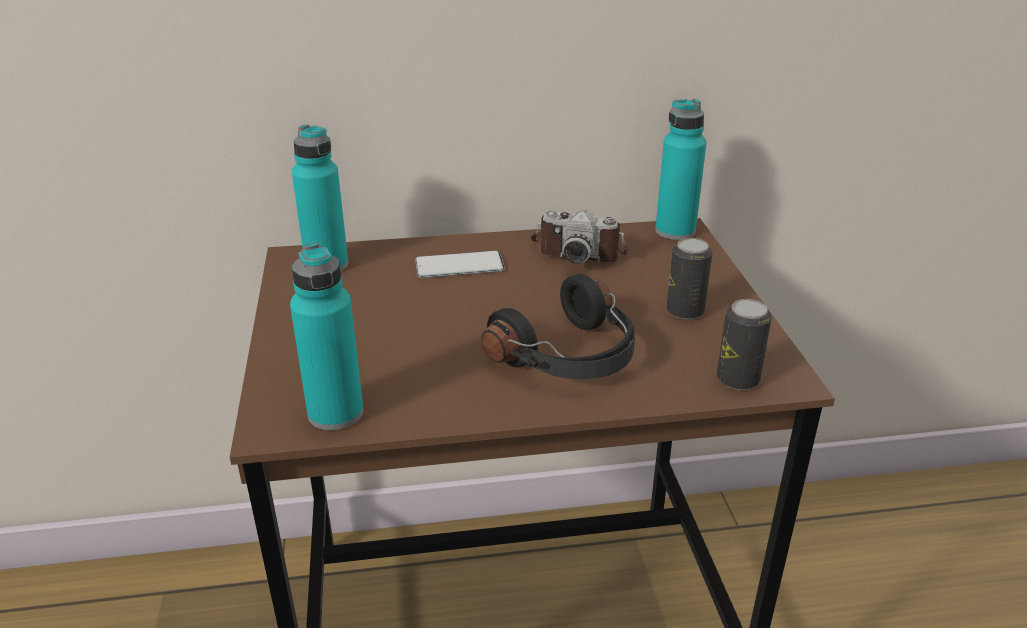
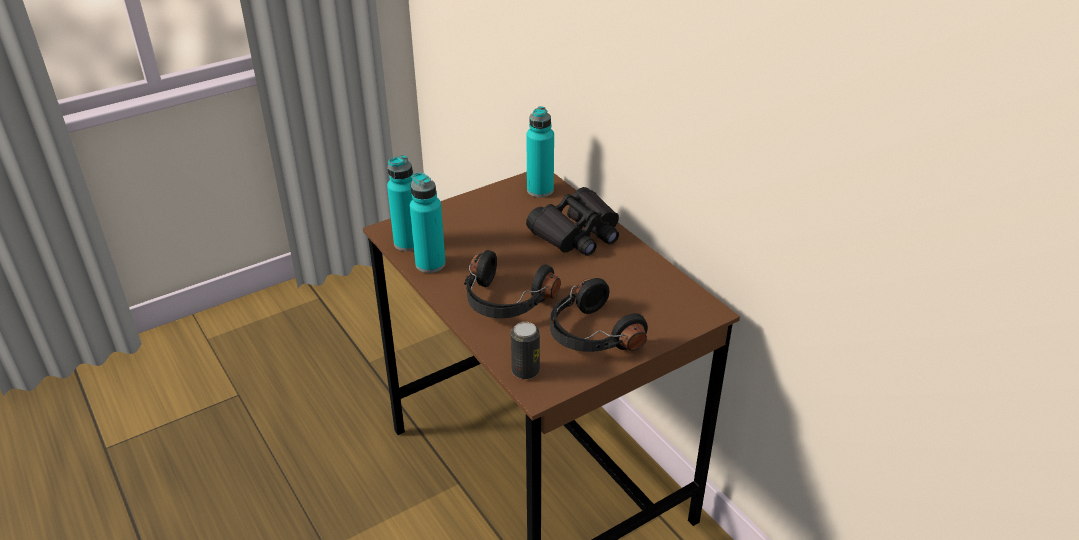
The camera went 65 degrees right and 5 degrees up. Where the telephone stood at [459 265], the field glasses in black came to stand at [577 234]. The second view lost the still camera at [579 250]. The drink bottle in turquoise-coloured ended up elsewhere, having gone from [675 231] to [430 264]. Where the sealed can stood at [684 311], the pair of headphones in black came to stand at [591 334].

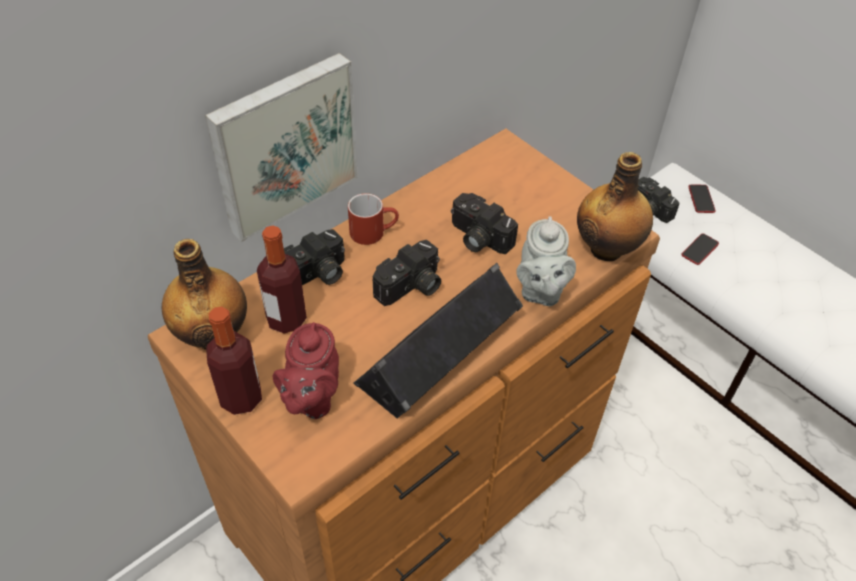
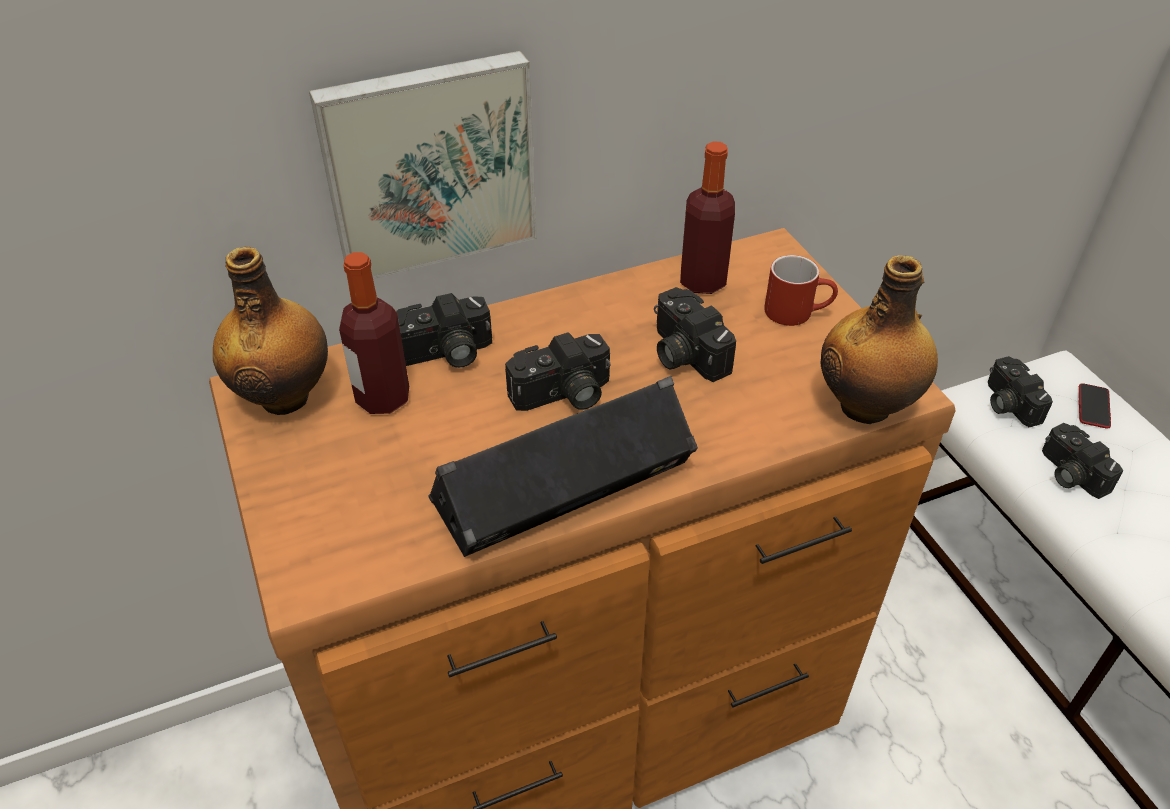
The camera went 20 degrees right and 5 degrees down. The drink bottle ended up elsewhere, having gone from [241 398] to [703 281]. The second view lost the tea pot in reddish at [311 398]. The tea mug in reddish ended up elsewhere, having gone from [373 231] to [797 311]. The second view lost the tea pot in grey at [539 290]. Where the telephone stood at [699 249], the still camera came to stand at [1069 474].

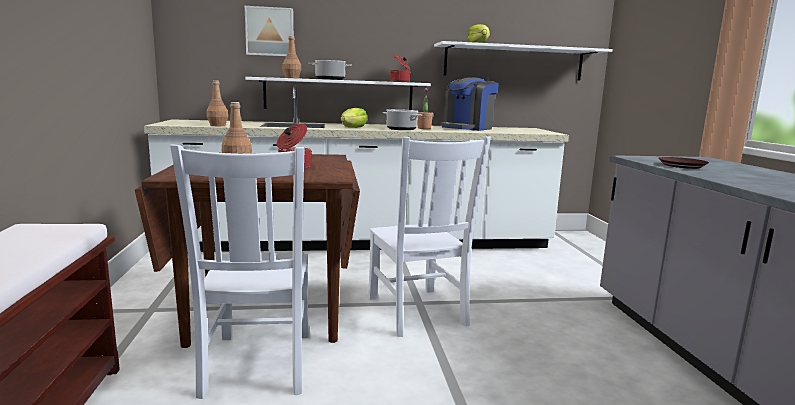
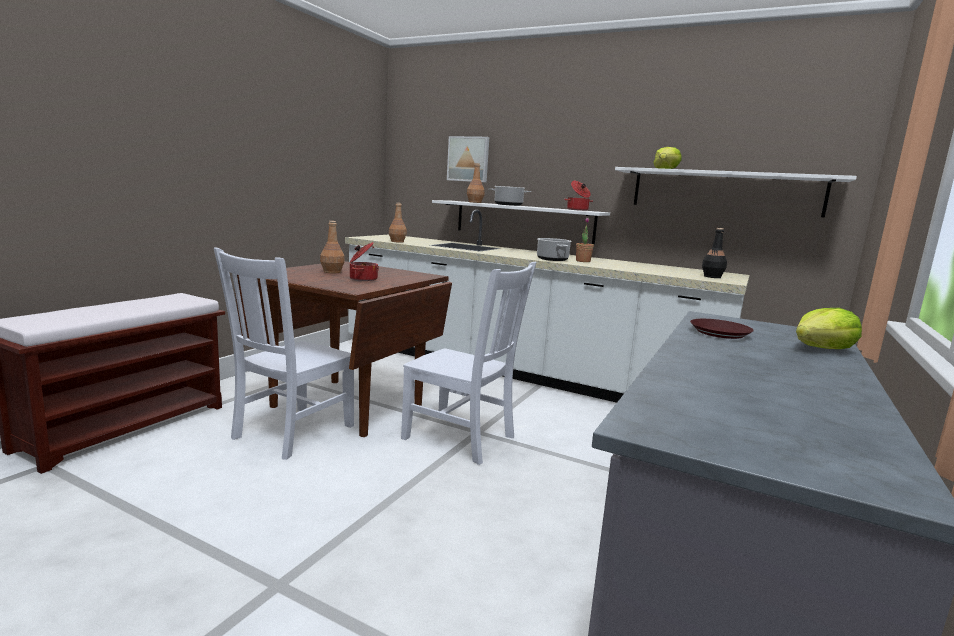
The camera went 35 degrees right and 0 degrees up. The lettuce head ended up elsewhere, having gone from [353 128] to [822 349]. The chair in white at [417 313] ended up facing another way, 75 degrees counterclockwise from before. The second view lost the coffee brewer at [467 128]. The second view gained the drink bottle in black at [712 277].

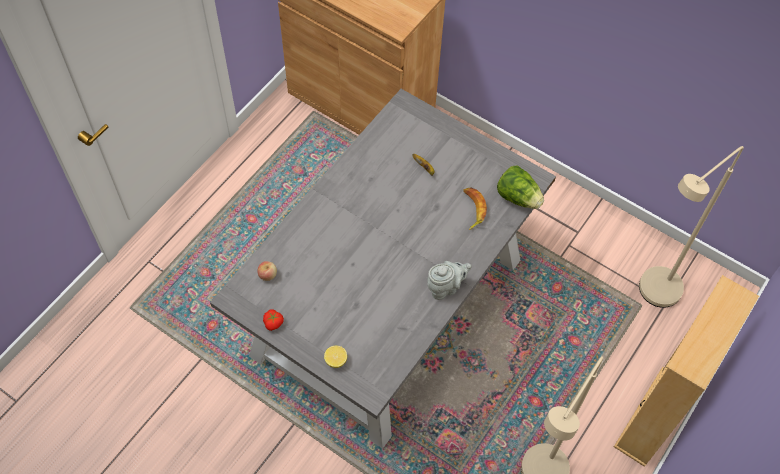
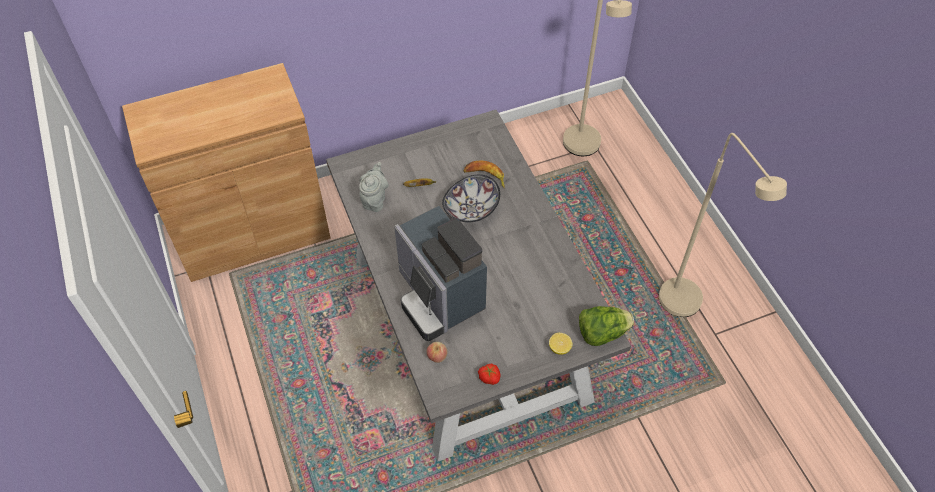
The camera went 55 degrees left and 5 degrees down. The tea pot in grey ended up elsewhere, having gone from [445 287] to [374 200]. The lettuce head ended up elsewhere, having gone from [518 197] to [602 333]. The second view lost the shelving unit in beige-coloured at [653 416]. The second view gained the coffee brewer at [439 297]. The second view gained the serving bowl at [470 209].

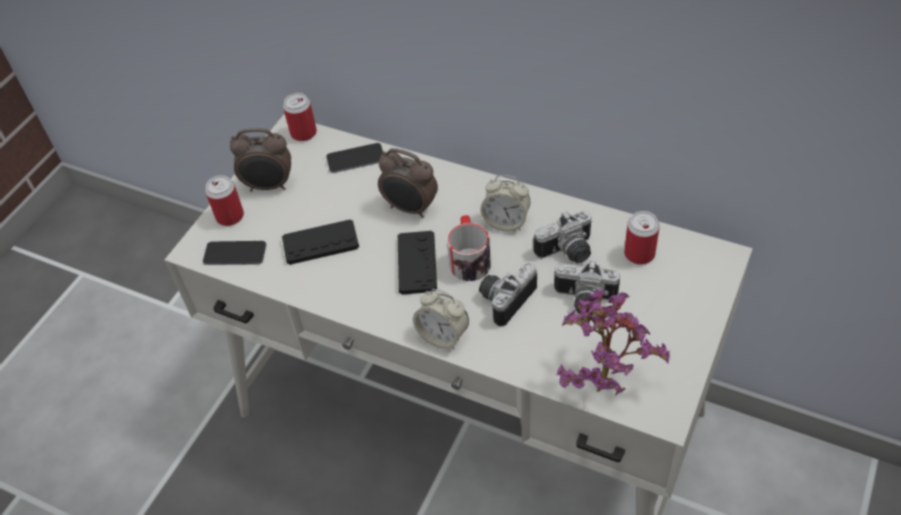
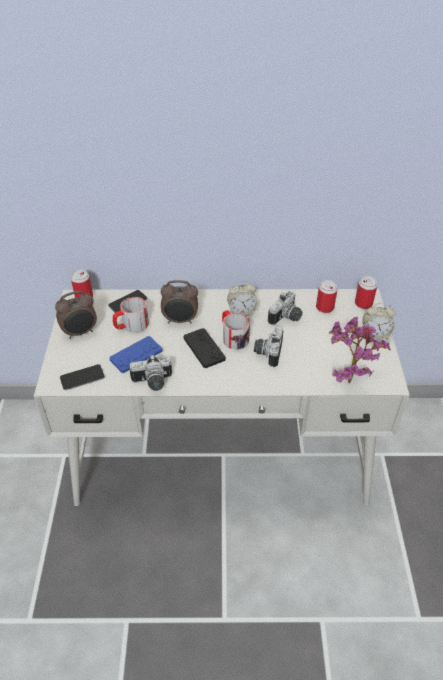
The camera went 30 degrees left and 5 degrees down. The sealed can ended up elsewhere, having gone from [230 216] to [363 303]. What was the game controller in black at [320 243] turned into the game controller in blue at [136 355]. The bedside clock ended up elsewhere, having gone from [443 336] to [375 334]. The still camera ended up elsewhere, having gone from [584 301] to [152 382]. The second view gained the tea mug at [131 325].

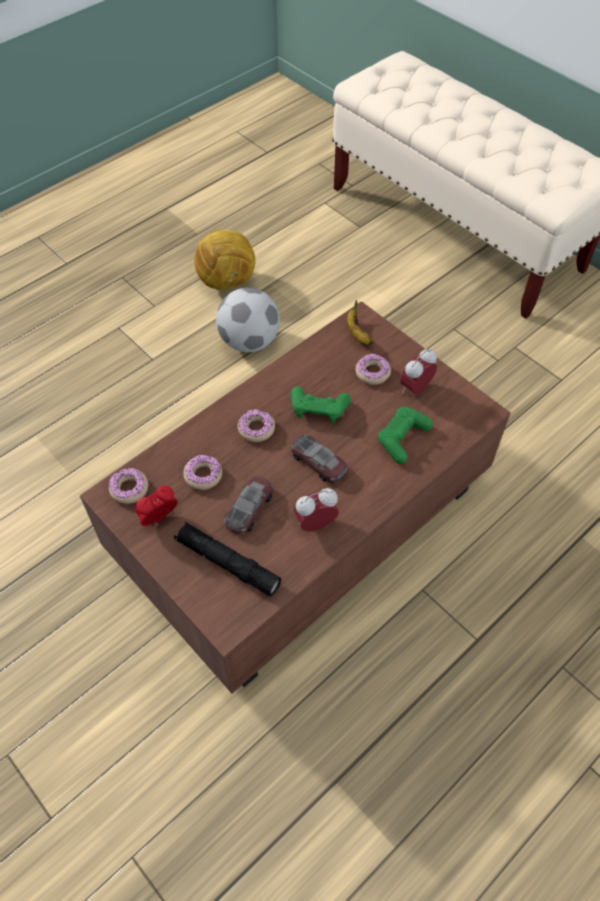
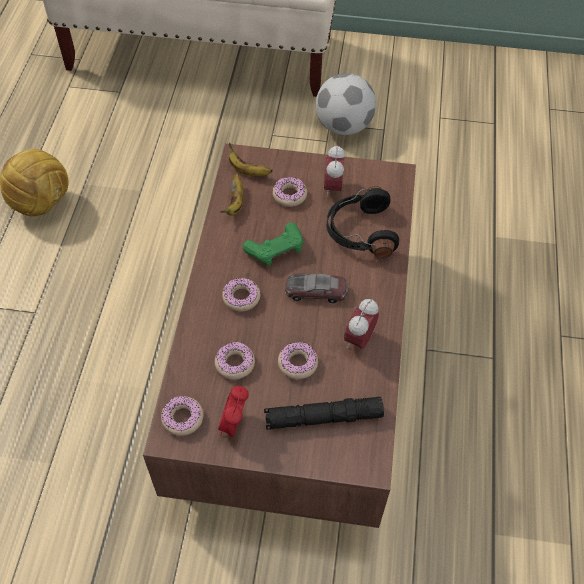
The camera went 40 degrees left and 0 degrees up. The football ended up elsewhere, having gone from [249 341] to [343 126]. Where the toy car stood at [249 508], the donut came to stand at [297 363]. Where the game controller in green-coloured stood at [402 438], the pair of headphones in black came to stand at [360 232]. The second view gained the banana at [235 203].

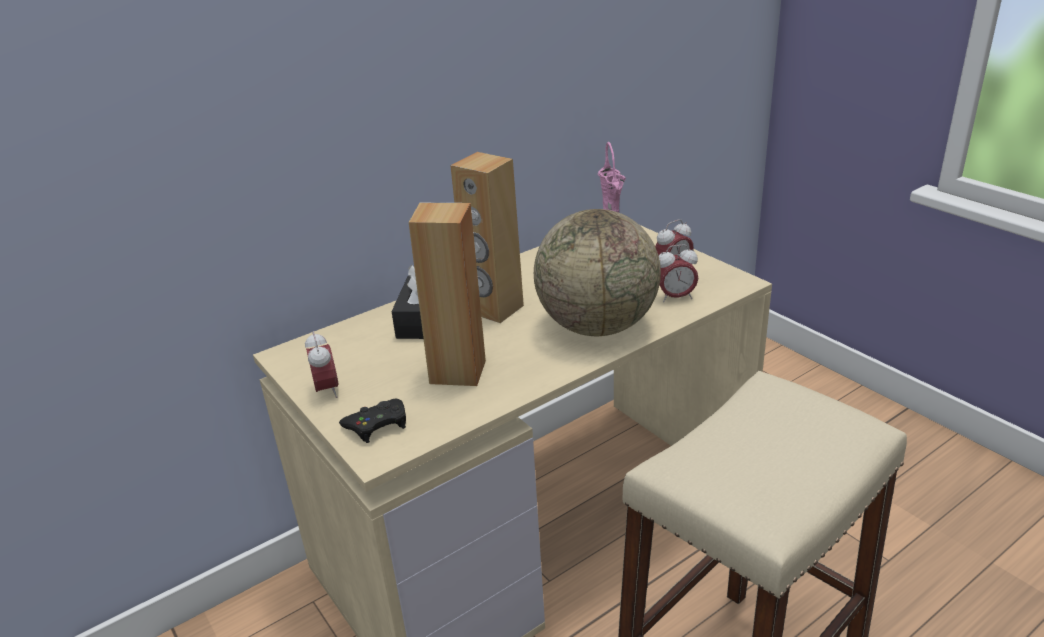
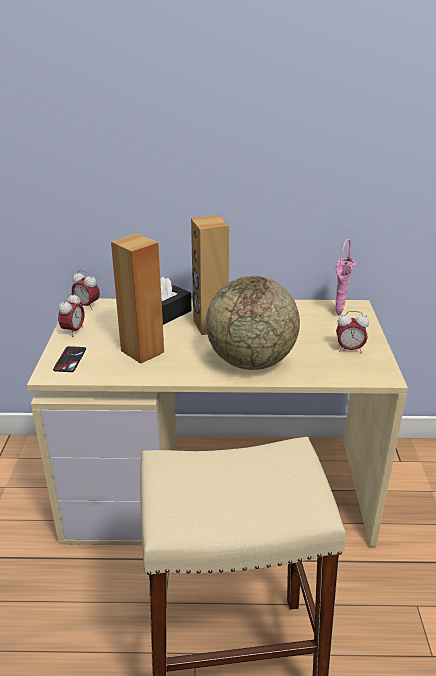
The camera went 35 degrees right and 0 degrees up. Where the game controller in black stood at [377 425], the telephone came to stand at [70 359]. The bedside clock ended up elsewhere, having gone from [675 297] to [87 306].

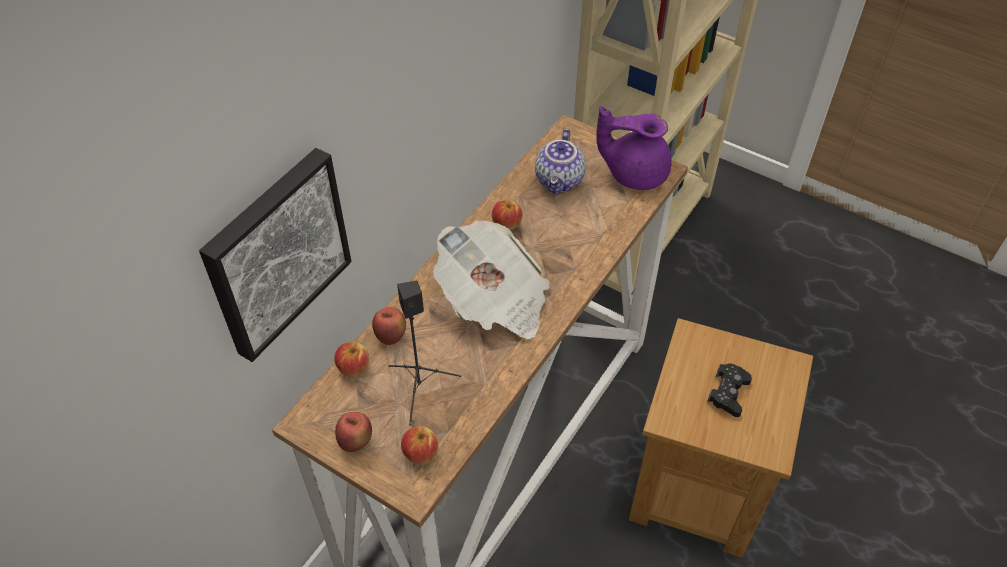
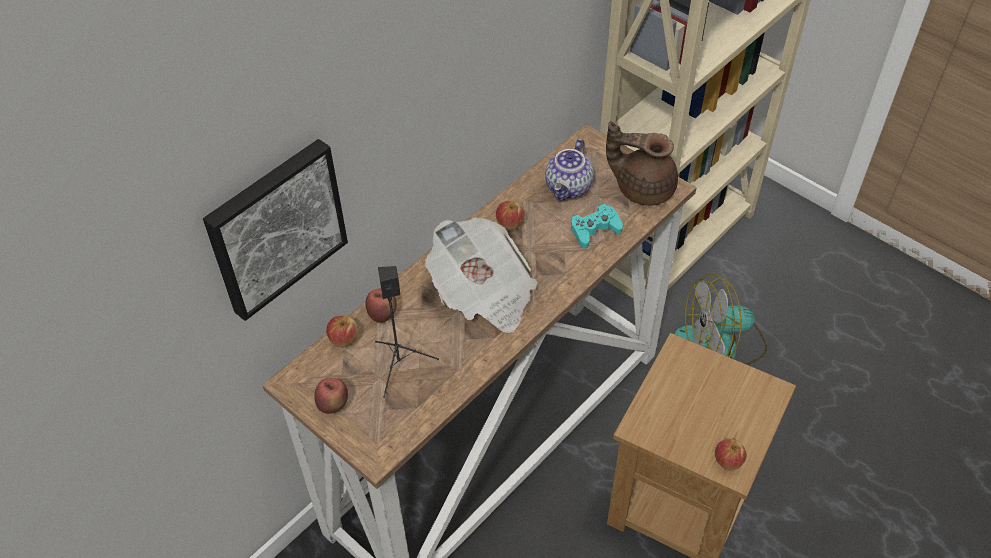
The camera went 10 degrees right and 0 degrees up. The whole apple ended up elsewhere, having gone from [420 453] to [728 460]. What was the tea pot in purple-coloured at [634 173] turned into the tea pot in brownish at [642 188]. The second view lost the game controller in black at [728 393]. The second view gained the game controller in turquoise-coloured at [594 230]. The second view gained the electric fan at [720 345].

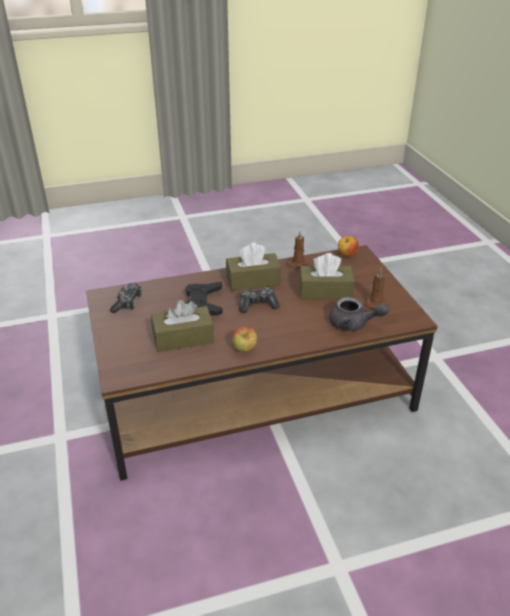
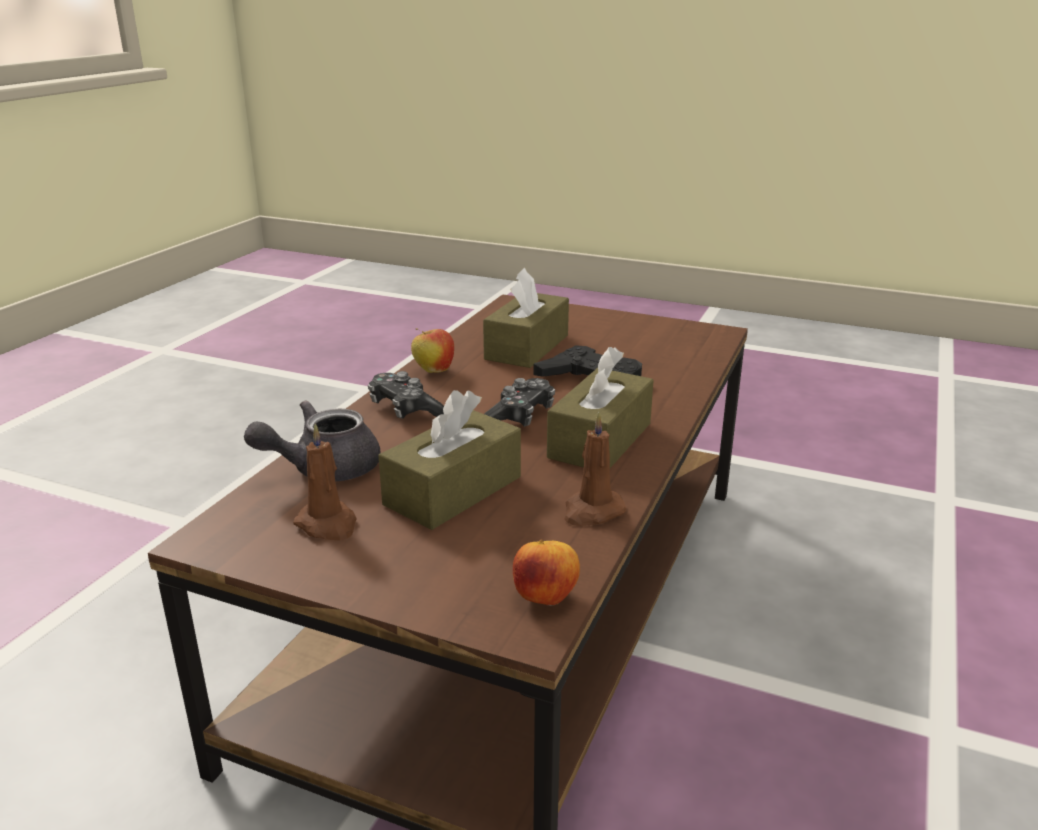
The camera went 130 degrees right and 10 degrees down. The game controller ended up elsewhere, having gone from [127 303] to [404 409].

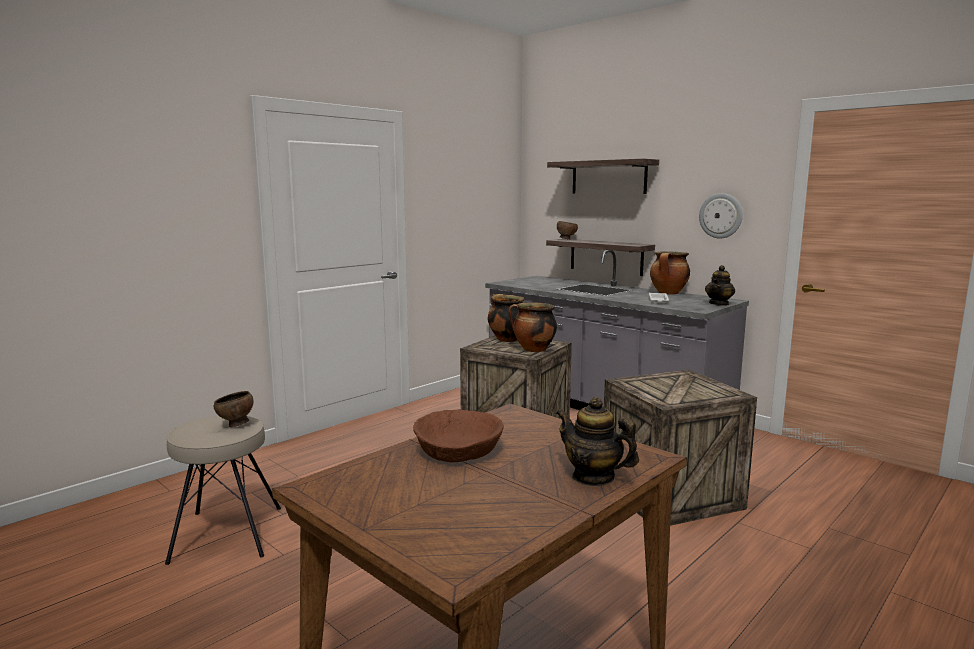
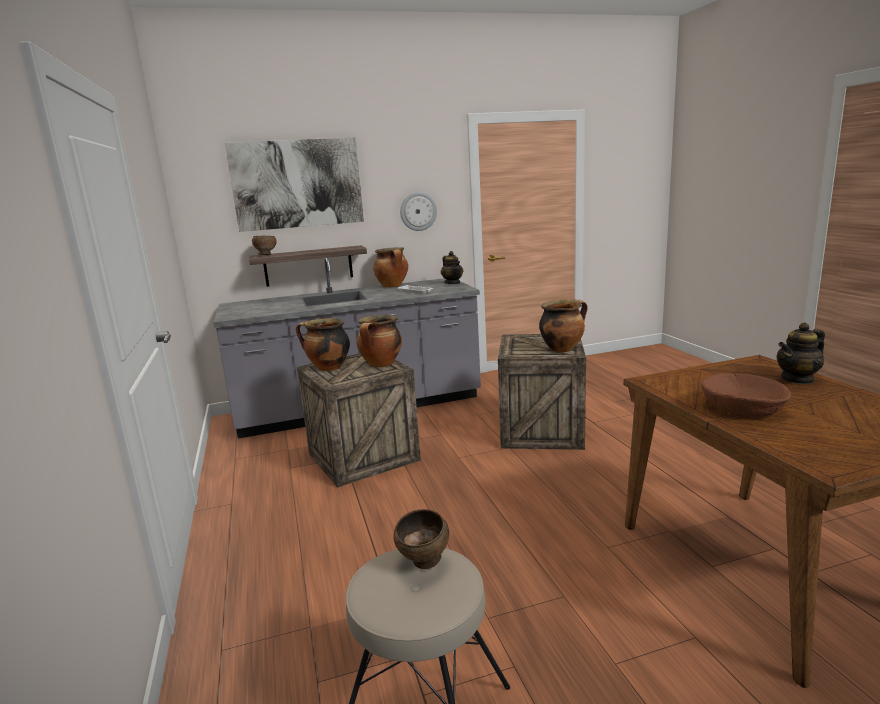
The camera went 60 degrees left and 5 degrees up. Where the bracket shelf hung at [608 177], the wall art came to hang at [297 184]. The second view gained the cooking pot at [562 349].

